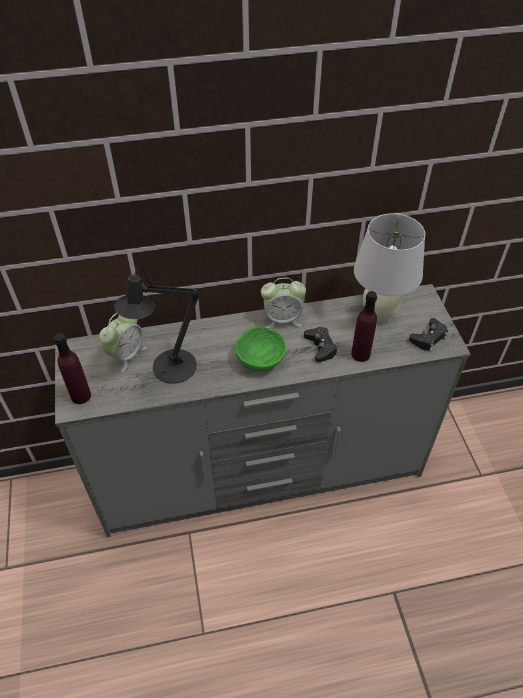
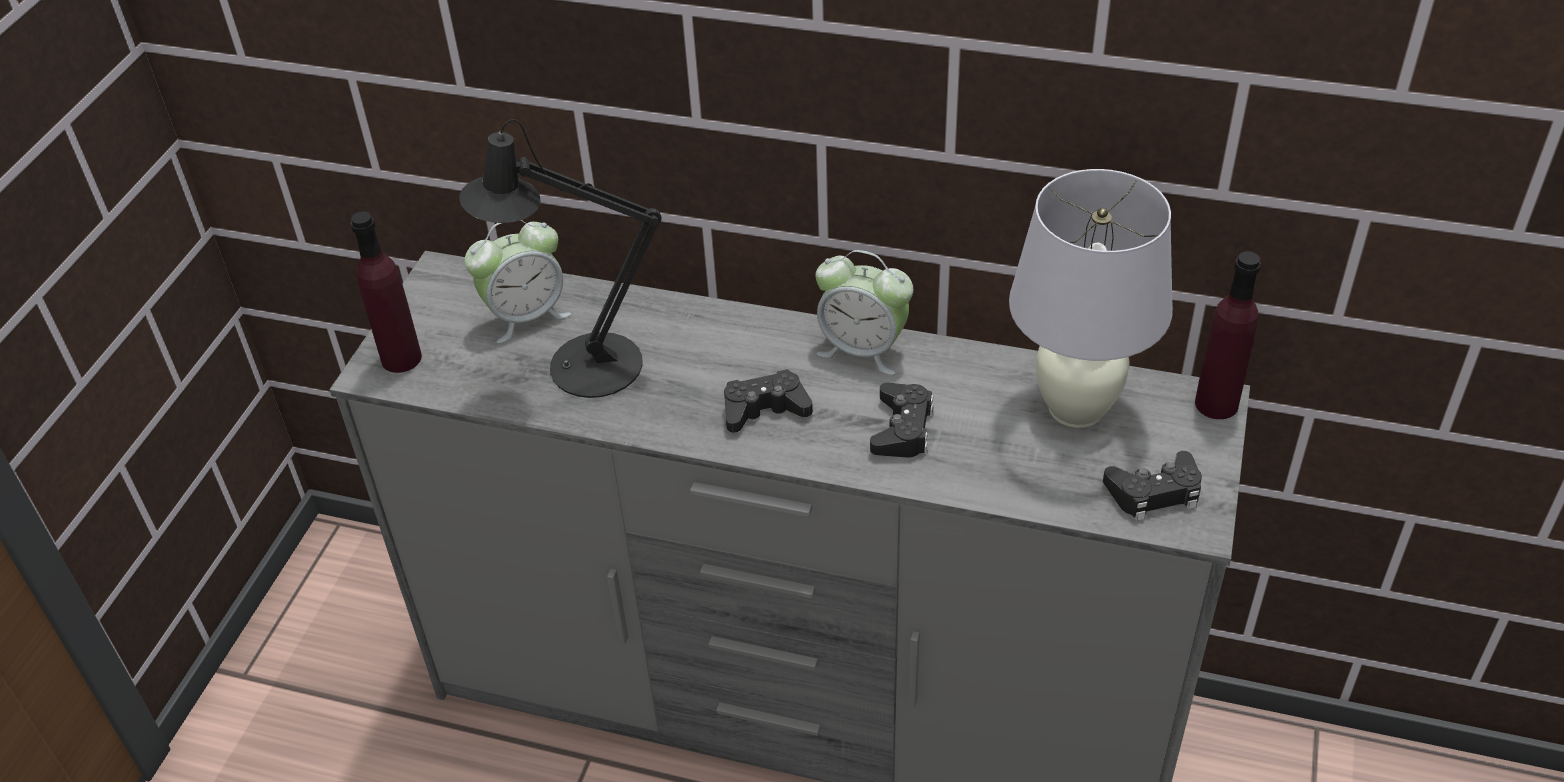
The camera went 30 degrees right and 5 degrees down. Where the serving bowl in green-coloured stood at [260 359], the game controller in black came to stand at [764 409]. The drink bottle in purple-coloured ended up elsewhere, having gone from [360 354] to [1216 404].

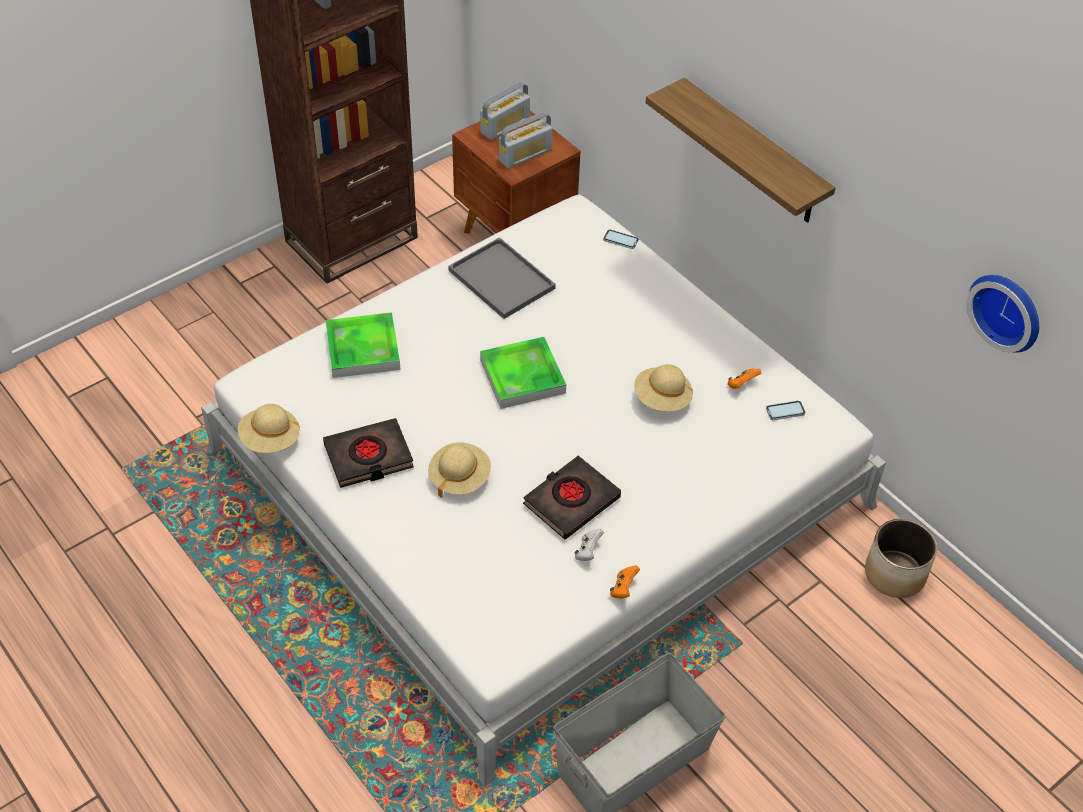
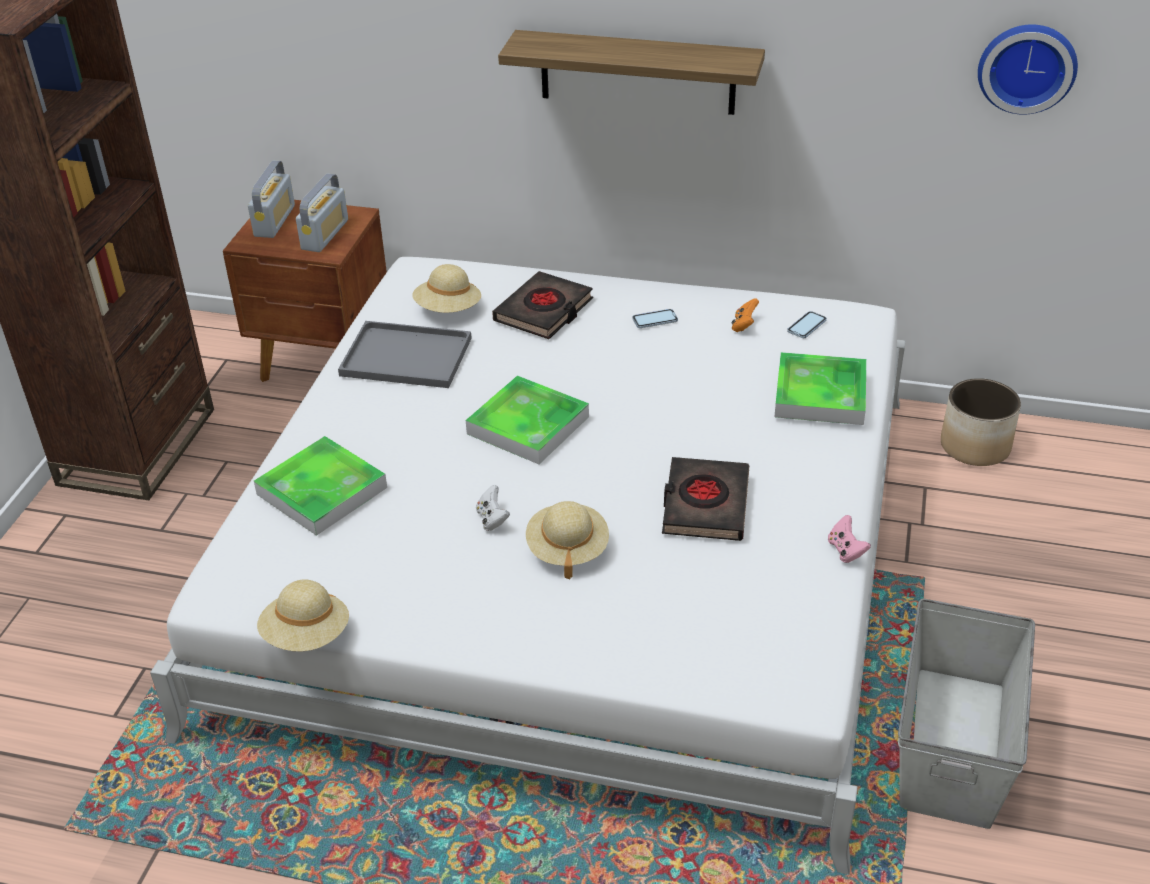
The camera went 35 degrees left and 10 degrees down. The volume in black ended up elsewhere, having gone from [368 457] to [544 311]. The game controller in white ended up elsewhere, having gone from [588 552] to [492 519]. The telephone ended up elsewhere, having gone from [620 240] to [655 320]. What was the game controller in orangey at [623 589] turned into the game controller in pink-coloured at [846 550]. The wearable hat in beige-coloured ended up elsewhere, having gone from [662 399] to [448 309]. The second view gained the tray at [820 394].

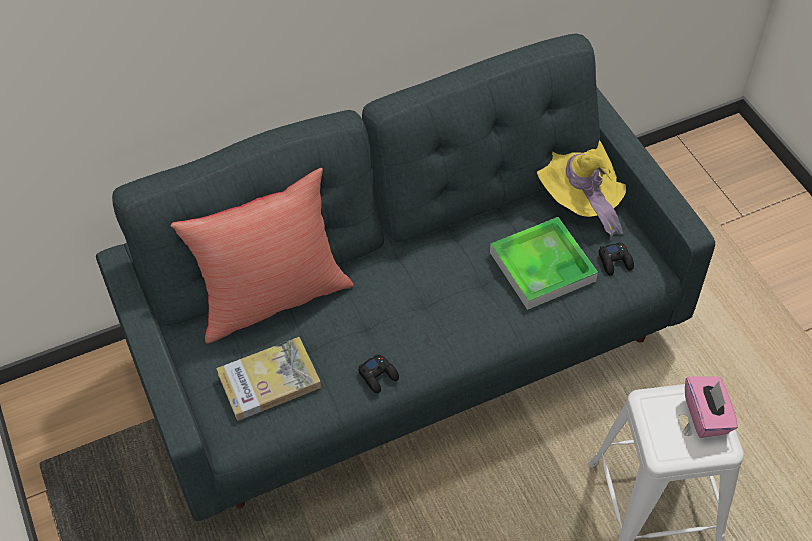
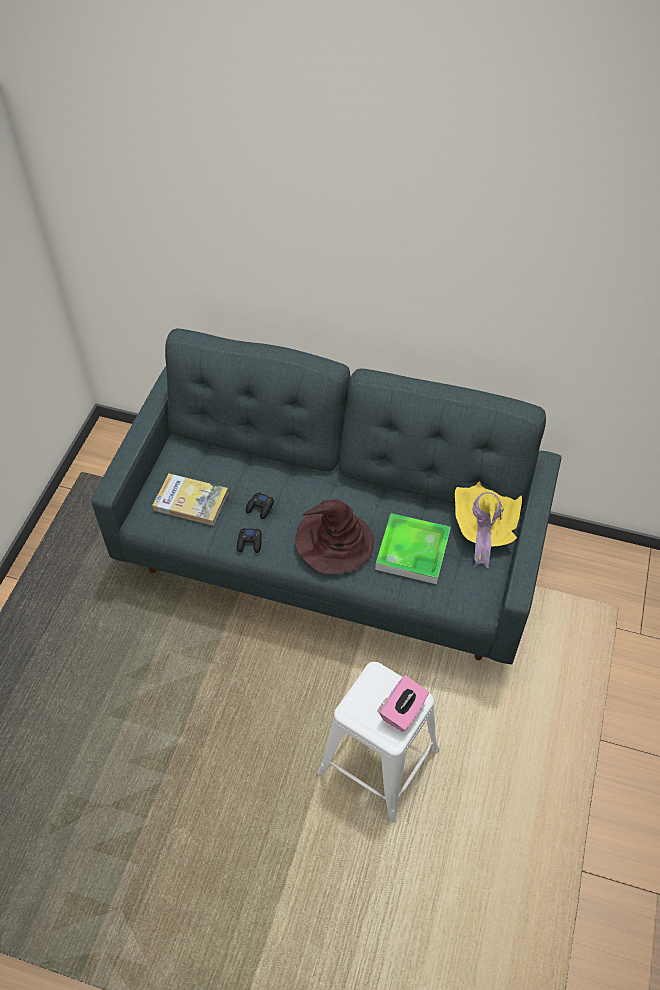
The camera went 40 degrees right and 0 degrees up. The second view lost the throw pillow in reddish at [272 297]. The game controller in black ended up elsewhere, having gone from [615 261] to [260 508]. The second view gained the wearable hat in brownish at [333 541].

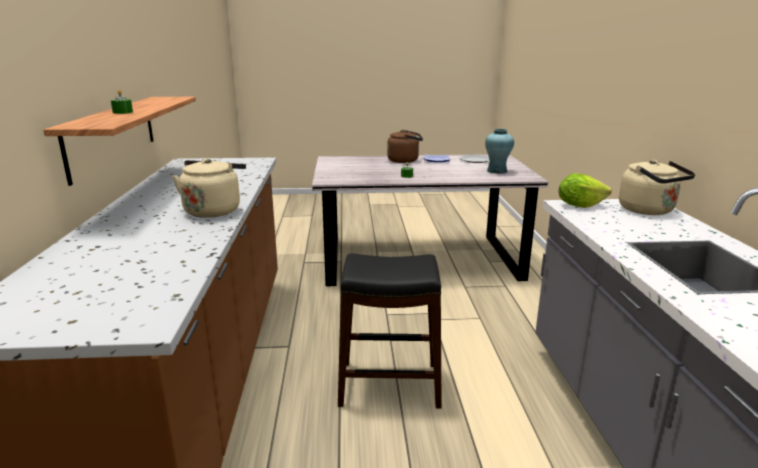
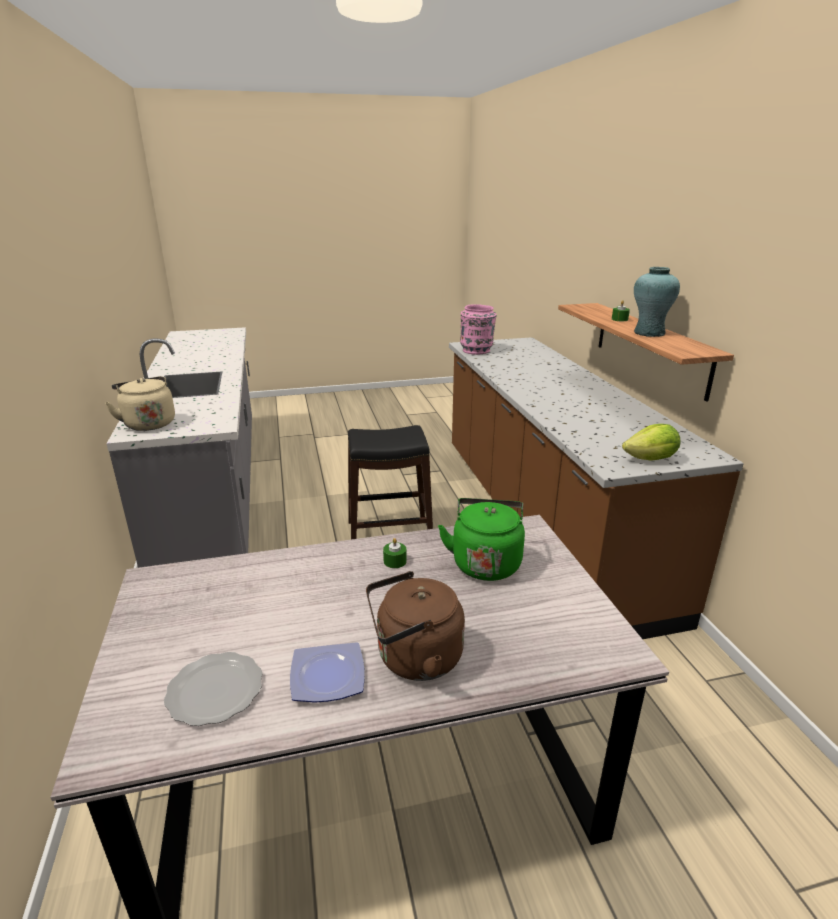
The camera went 170 degrees right and 5 degrees up. The second view lost the kettle in beige-coloured at [214 210]. The flower vase in turquoise-coloured ended up elsewhere, having gone from [497 171] to [649 333]. The lettuce head ended up elsewhere, having gone from [579 205] to [651 459]. The second view gained the kettle in green-coloured at [485 562]. The second view gained the flower vase in pink-coloured at [477 351].

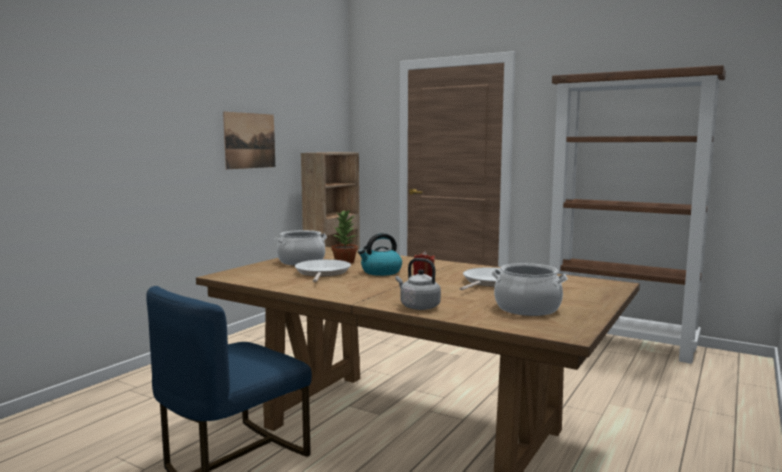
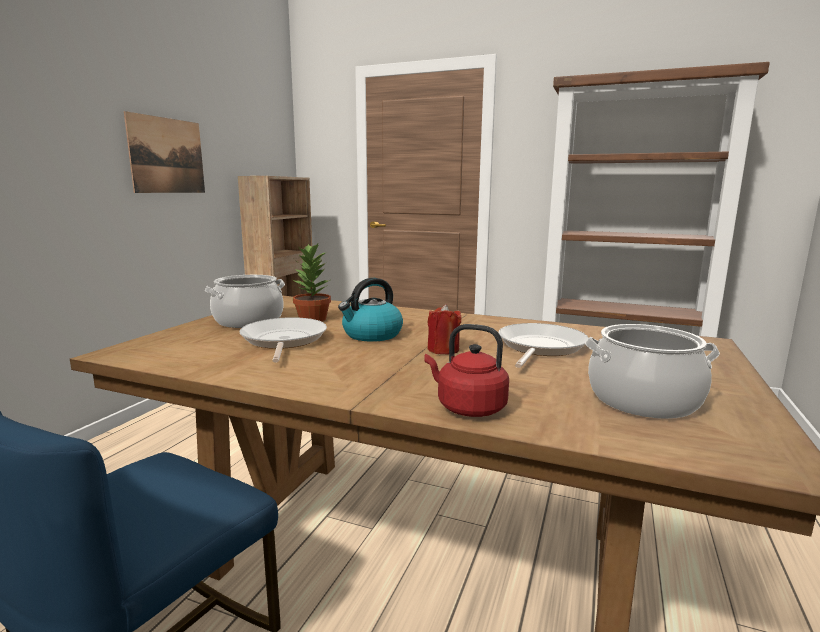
The camera went 10 degrees left and 5 degrees up. What was the kettle in grey at [418 307] turned into the kettle in reddish at [467 407].

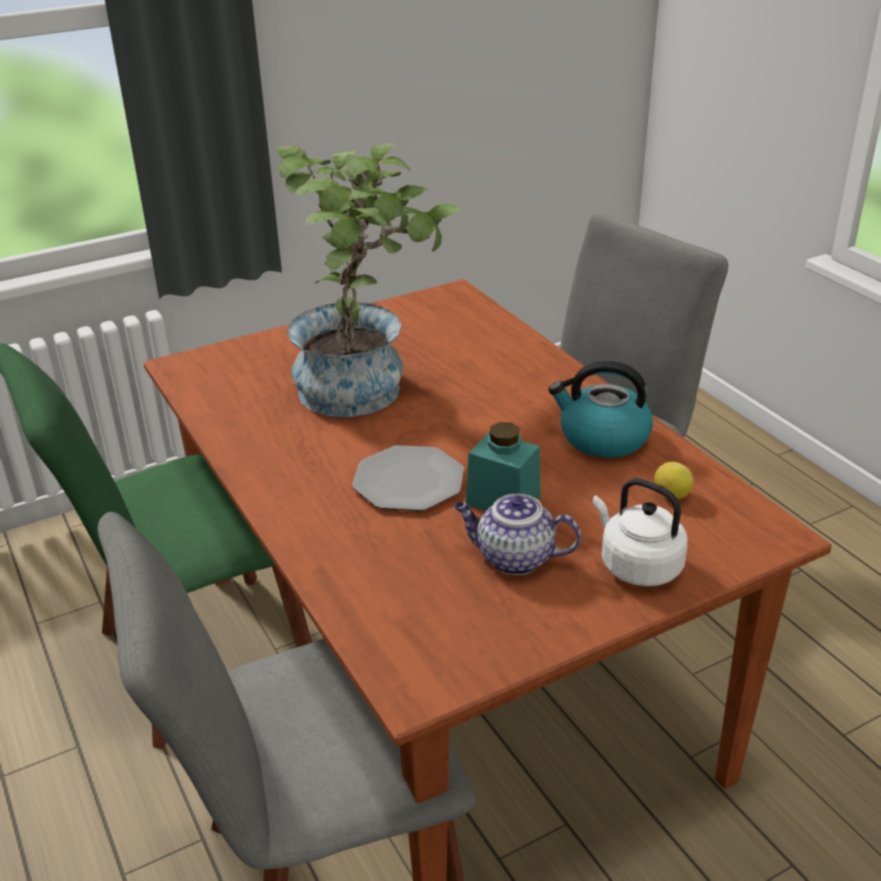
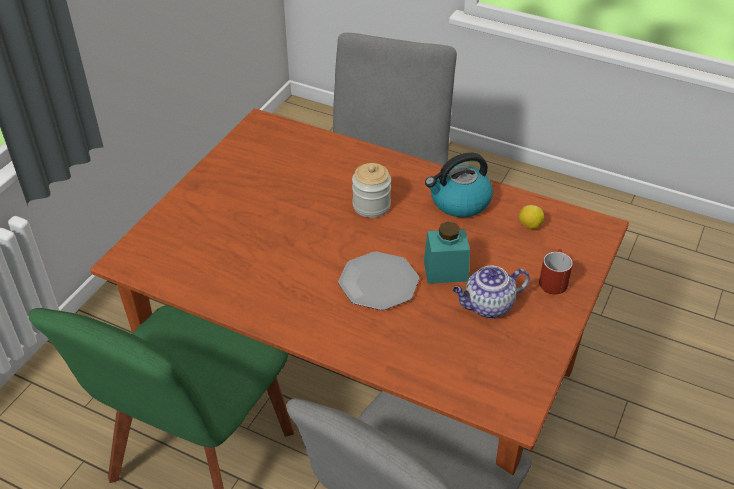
The camera went 35 degrees left and 10 degrees up. The second view lost the houseplant at [366 387]. Where the kettle in white stood at [637 566], the tea mug in reddish came to stand at [553 280]. The second view gained the storage jar at [371 206].

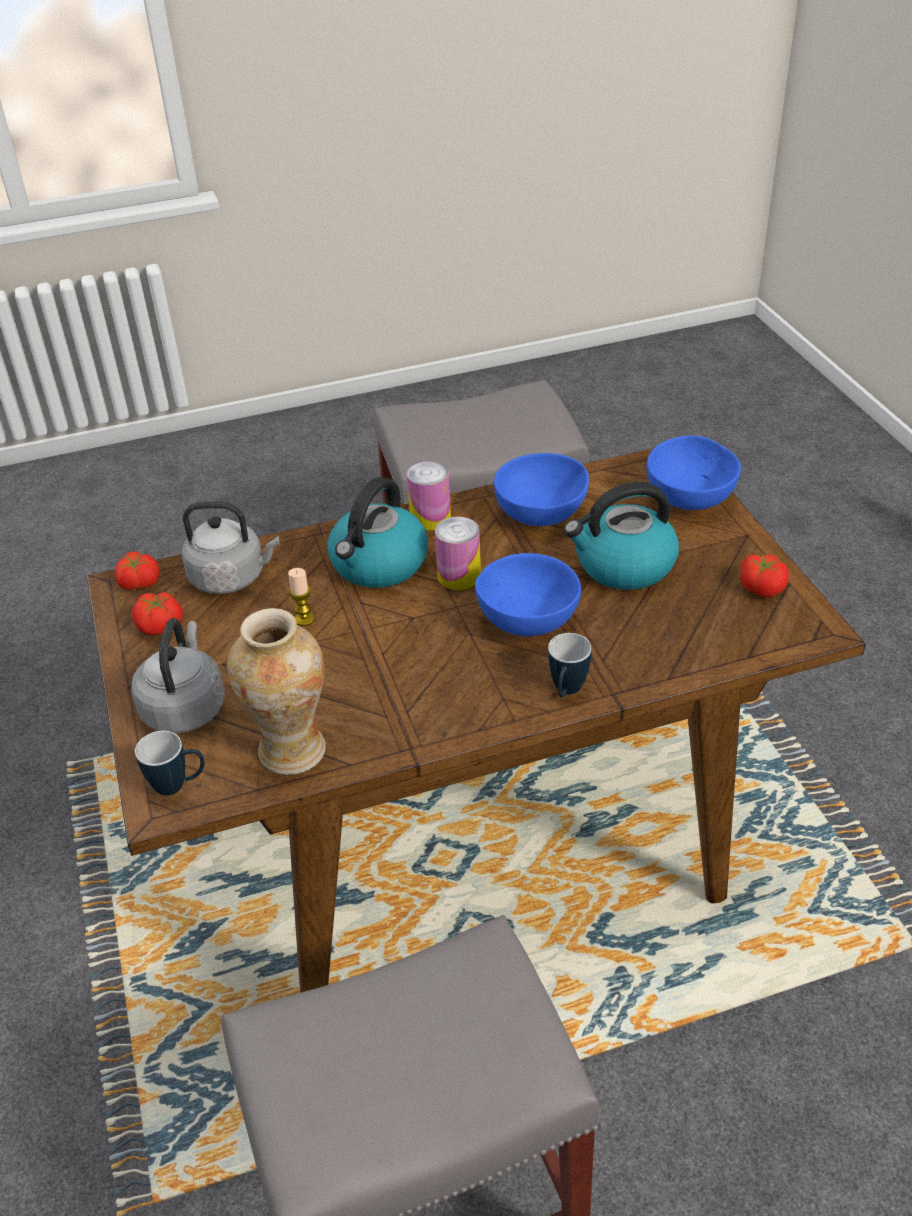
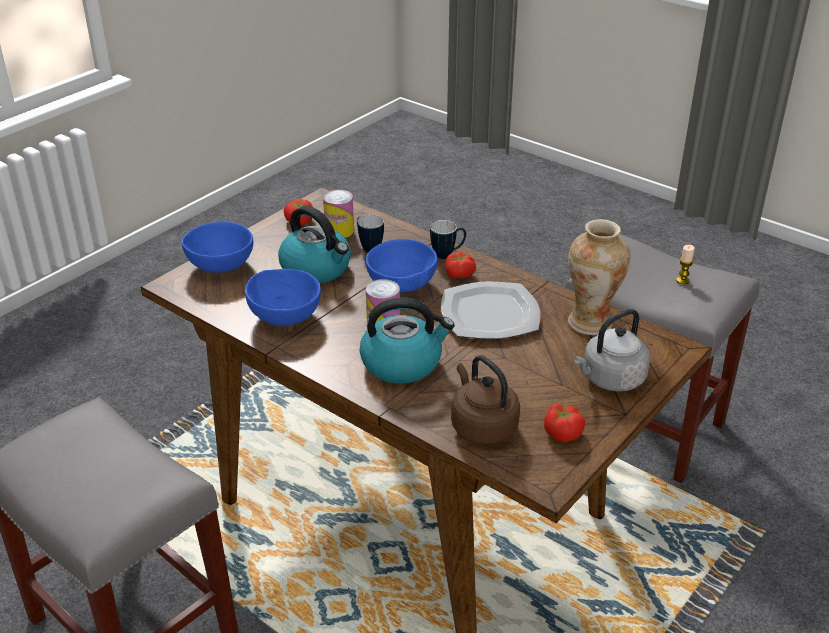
The camera went 125 degrees left and 5 degrees down. The whole tomato ended up elsewhere, having gone from [139 583] to [460 275]. The tea mug ended up elsewhere, having gone from [178 785] to [368 247]. What was the kettle in grey at [232 577] turned into the kettle in brownish at [481 426]. The candle ended up elsewhere, having gone from [304 619] to [682 280]. The sealed can ended up elsewhere, having gone from [430 518] to [339 230]. The second view gained the plate at [488 314].

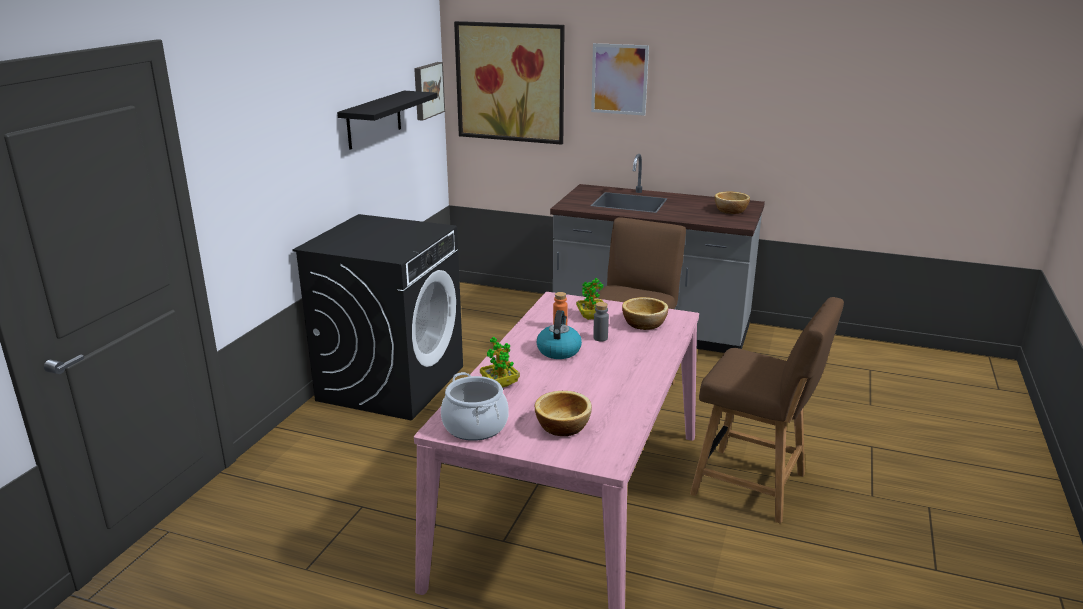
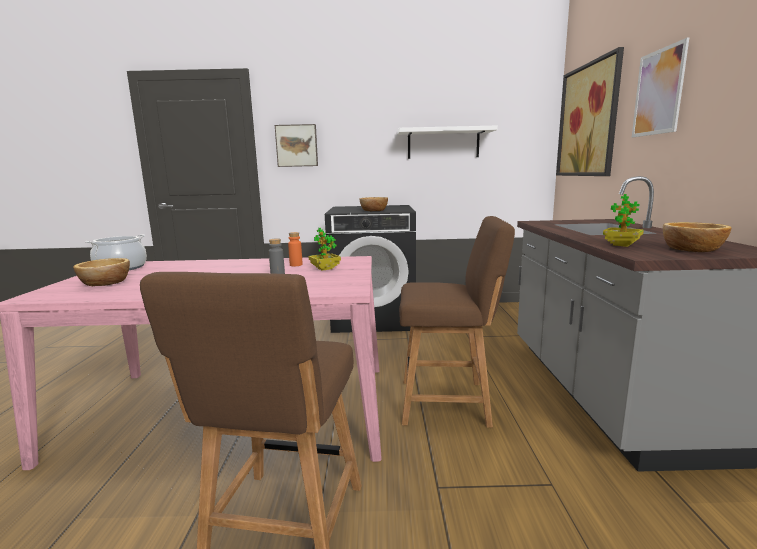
The camera went 70 degrees right and 10 degrees down. What was the bracket shelf in black at [374 119] turned into the bracket shelf in white at [443 143]. The wall art ended up elsewhere, having gone from [427 90] to [297 146]. The houseplant ended up elsewhere, having gone from [499 384] to [621 245]. The second view lost the kettle at [558 350]. The serving bowl ended up elsewhere, having gone from [645 323] to [374 210].

